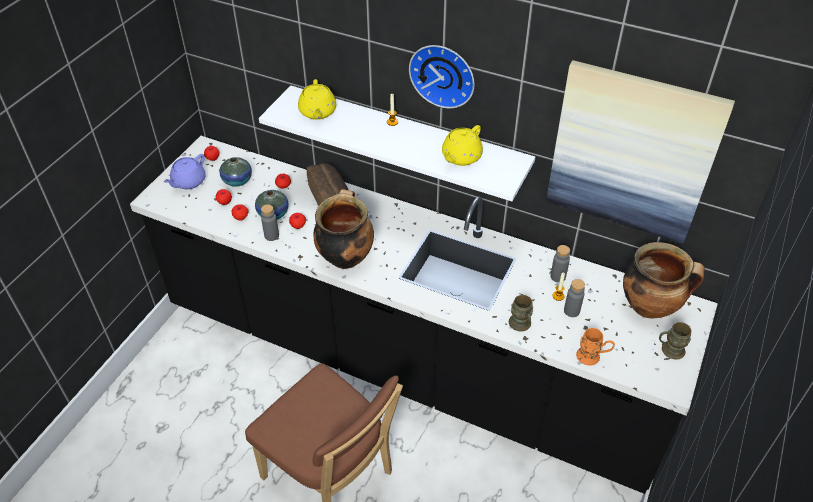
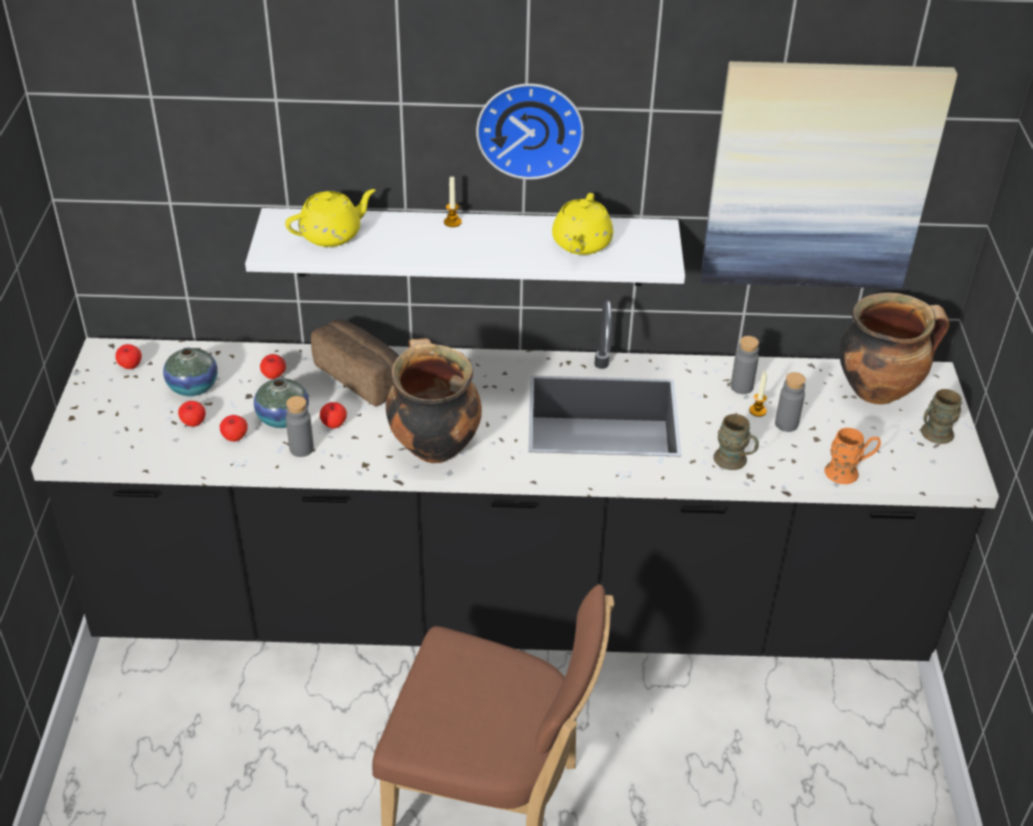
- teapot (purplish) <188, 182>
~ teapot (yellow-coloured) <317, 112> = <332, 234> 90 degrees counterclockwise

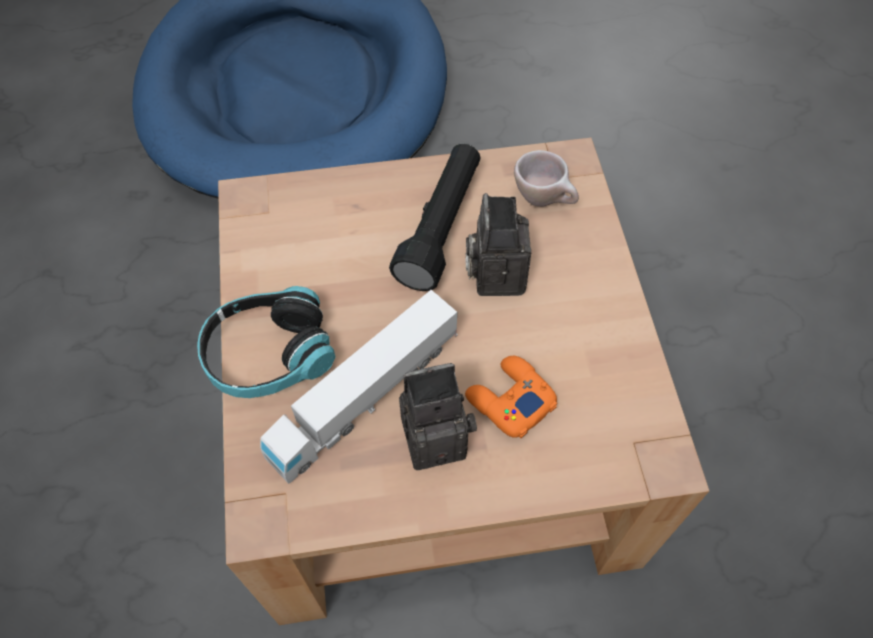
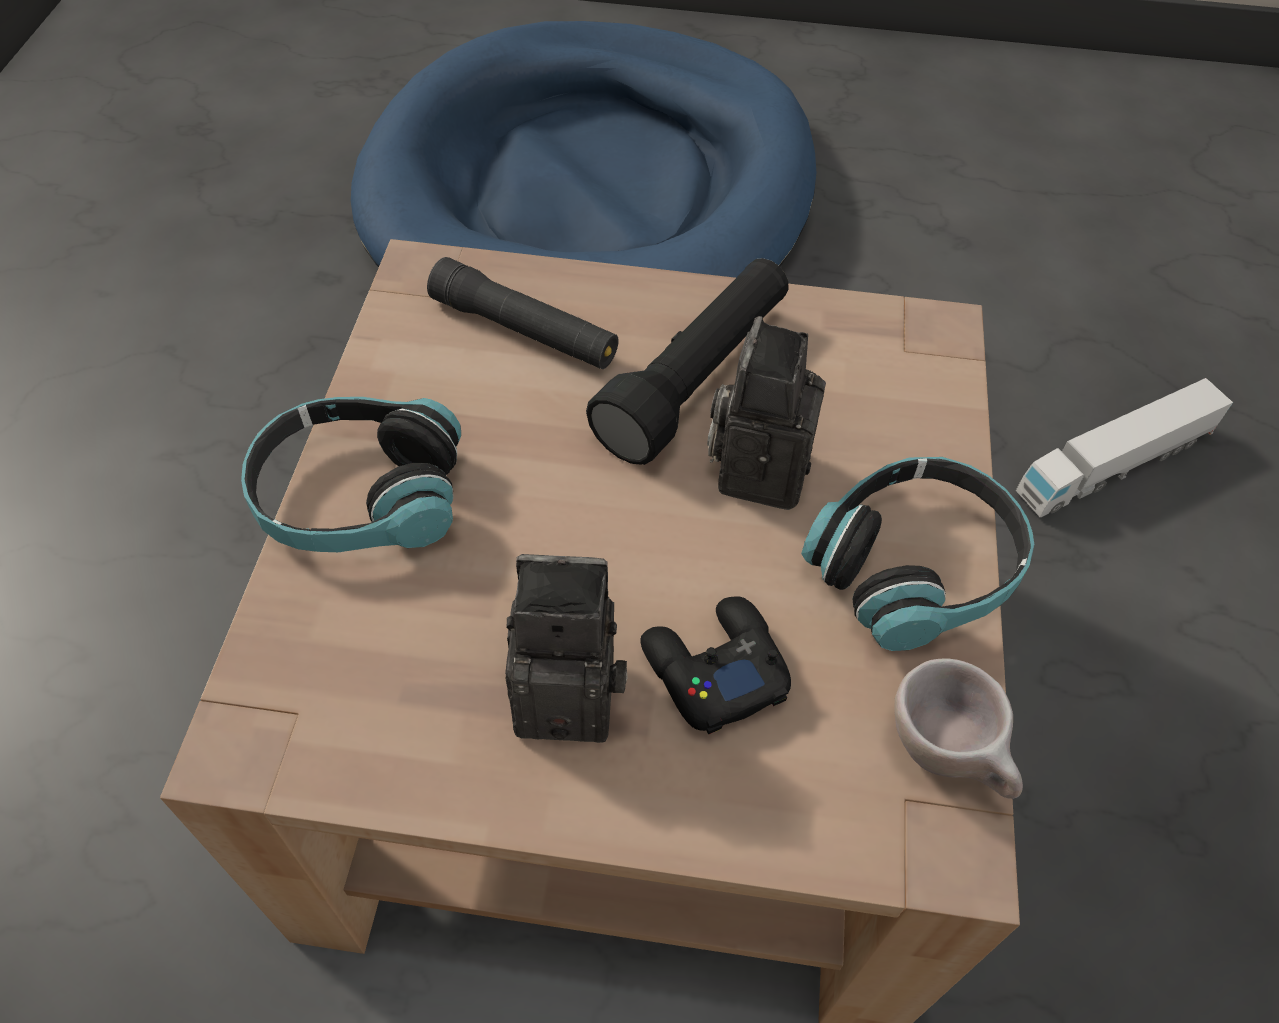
+ flashlight (blackish) <524, 330>
+ headset <913, 568>
~ toy truck <365, 396> to <1113, 465>
~ cup (beige) <544, 200> to <948, 758>
~ gamepad (orangey) <509, 400> to gamepad (blackish) <713, 669>

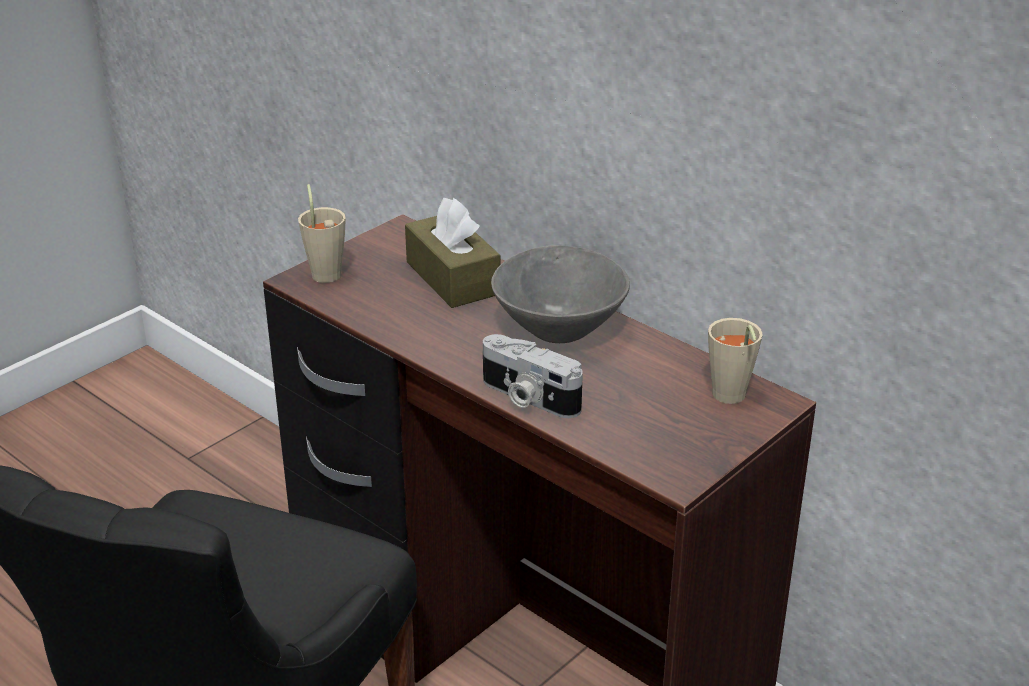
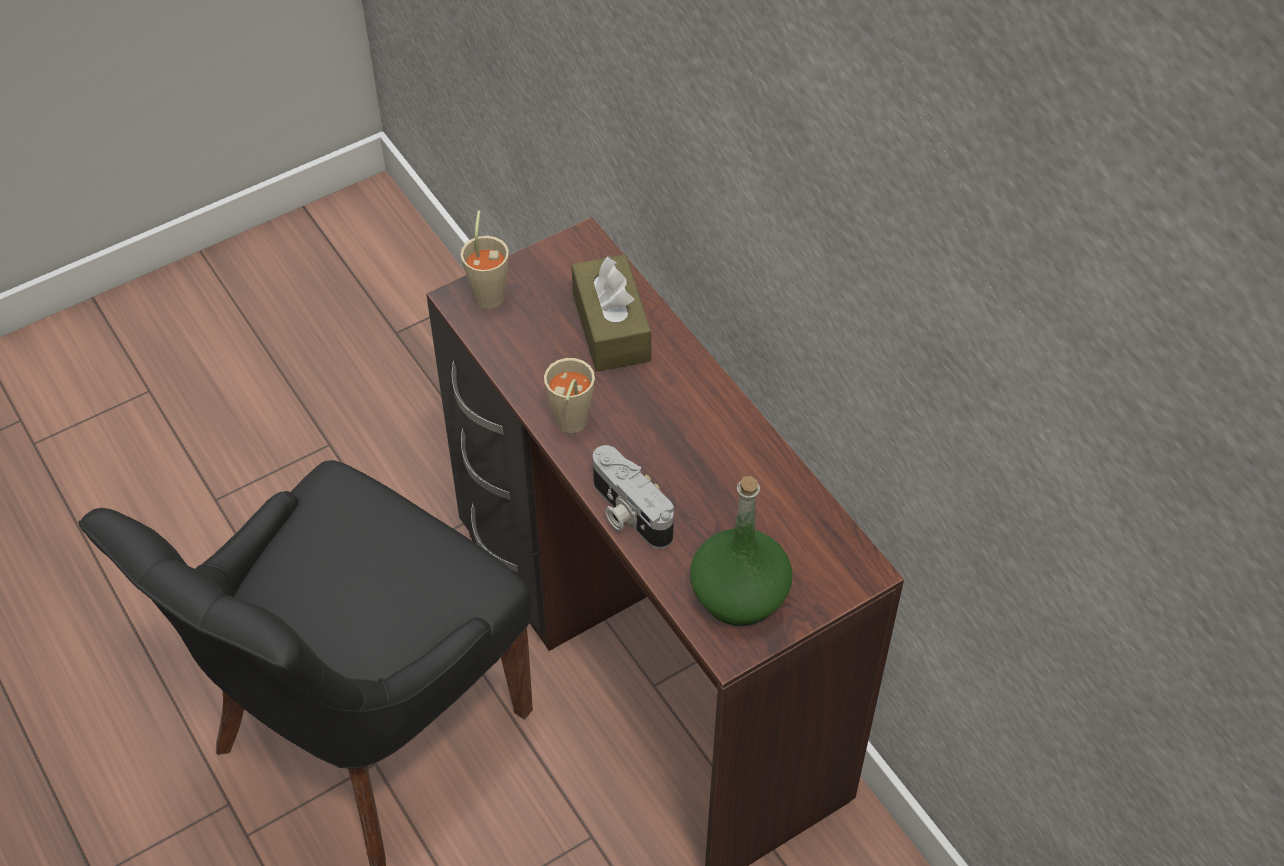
- serving bowl (gray) <560, 328>
+ drink bottle (green-coloured) <740, 594>
~ cup (beige) <730, 399> to <569, 426>

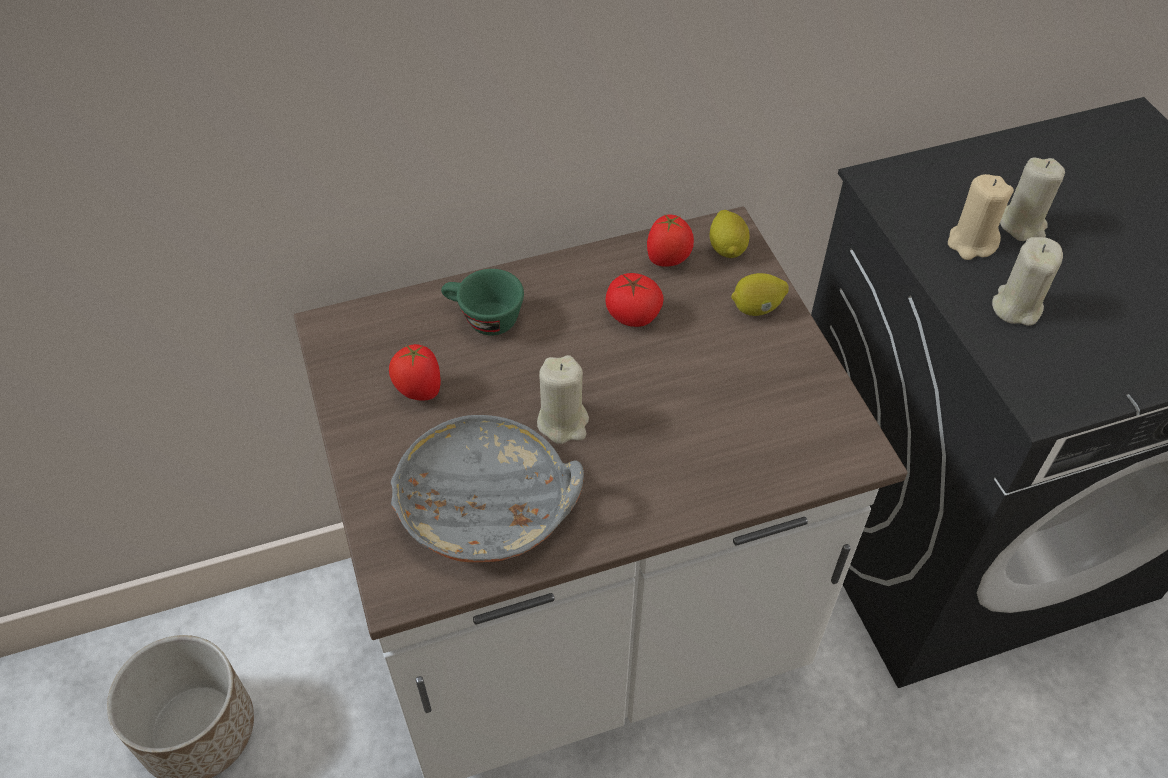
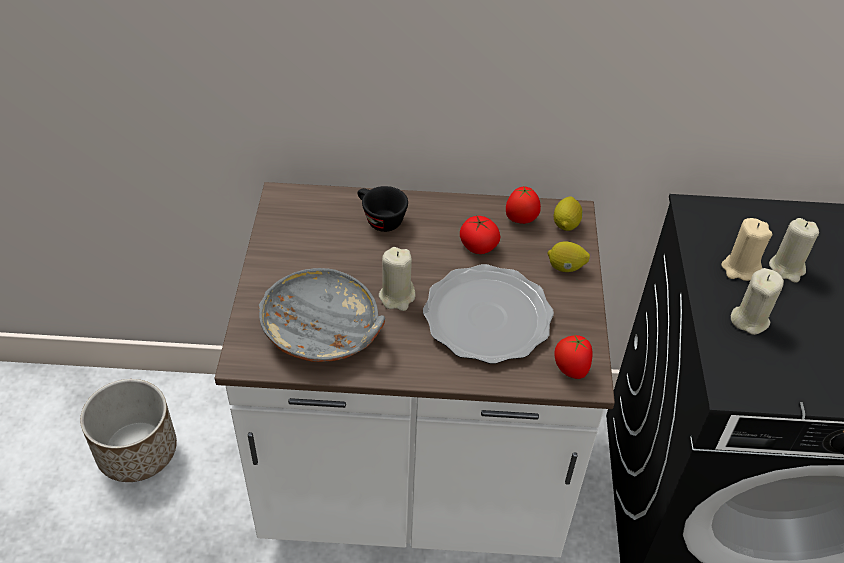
+ flat dish <487, 318>
~ tomato <418, 391> to <570, 370>
~ cup (green-coloured) <483, 318> to cup (blackish) <379, 219>

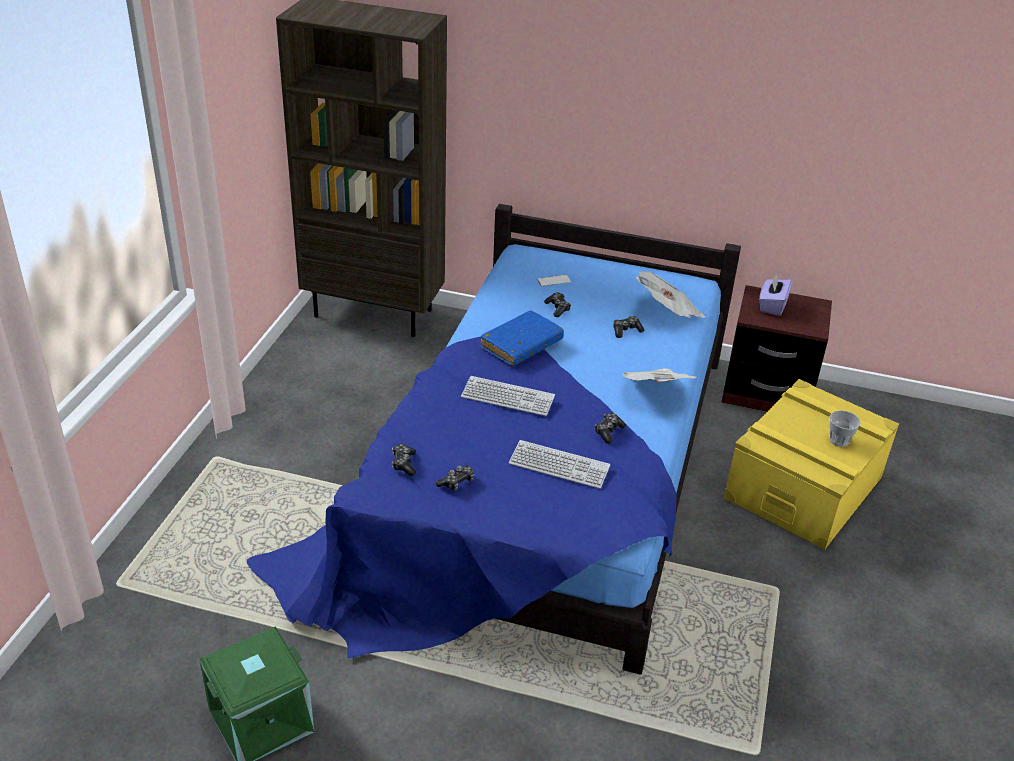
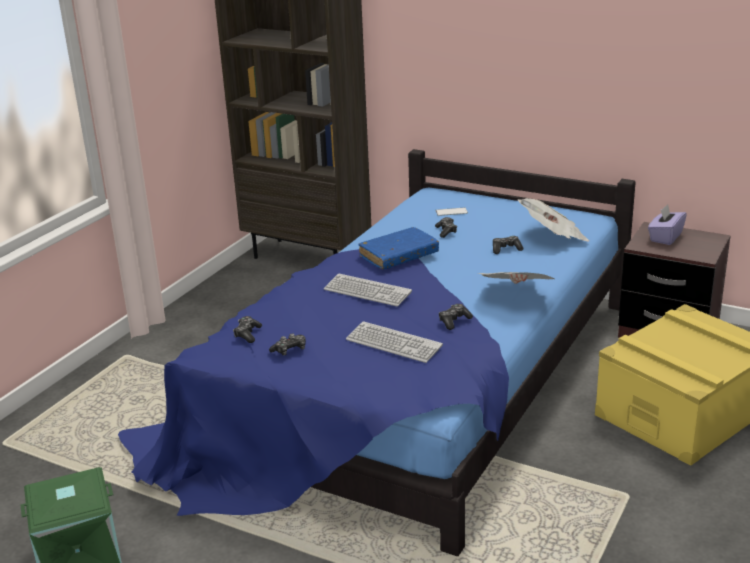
- cup <839, 440>

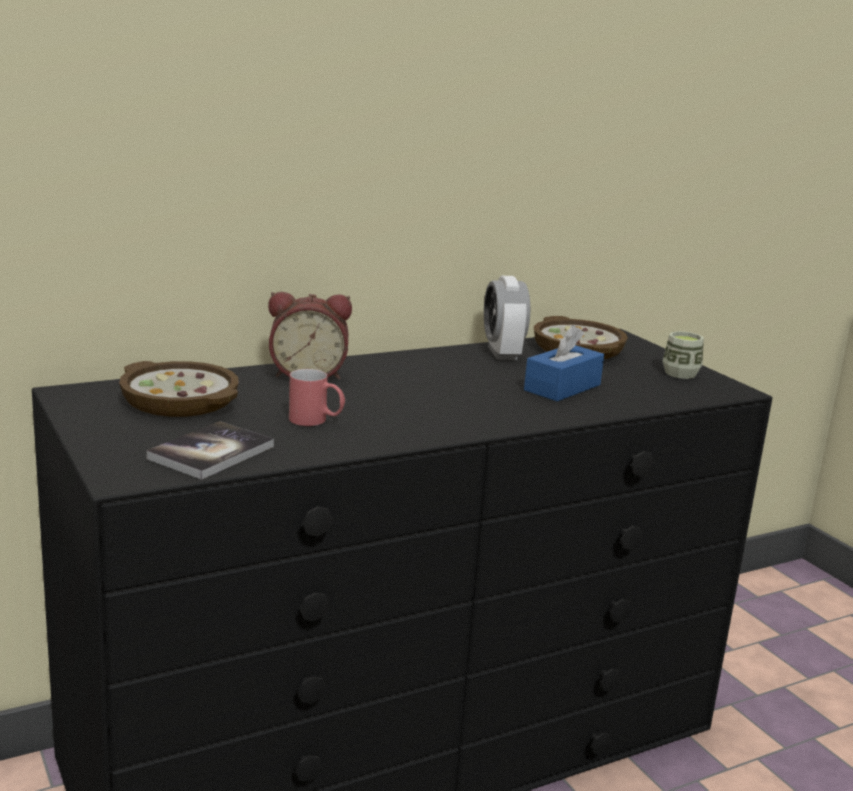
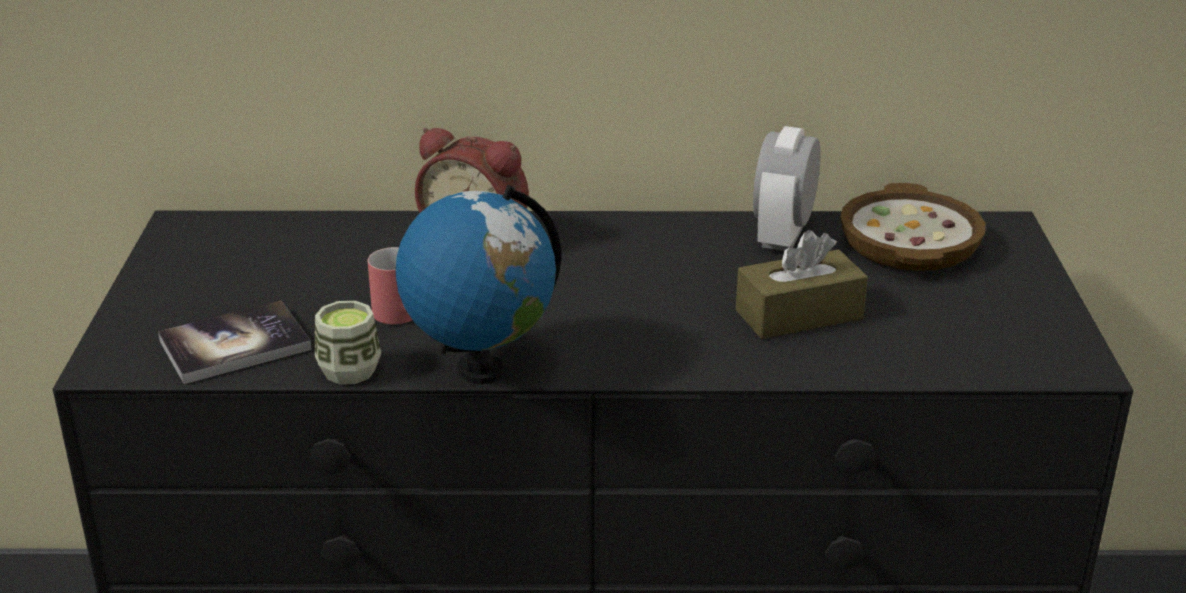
- serving bowl <180, 400>
+ globe <480, 370>
~ cup <680, 374> to <349, 371>
~ box of tissues (bluish) <562, 387> to box of tissues (brown-coloured) <799, 315>

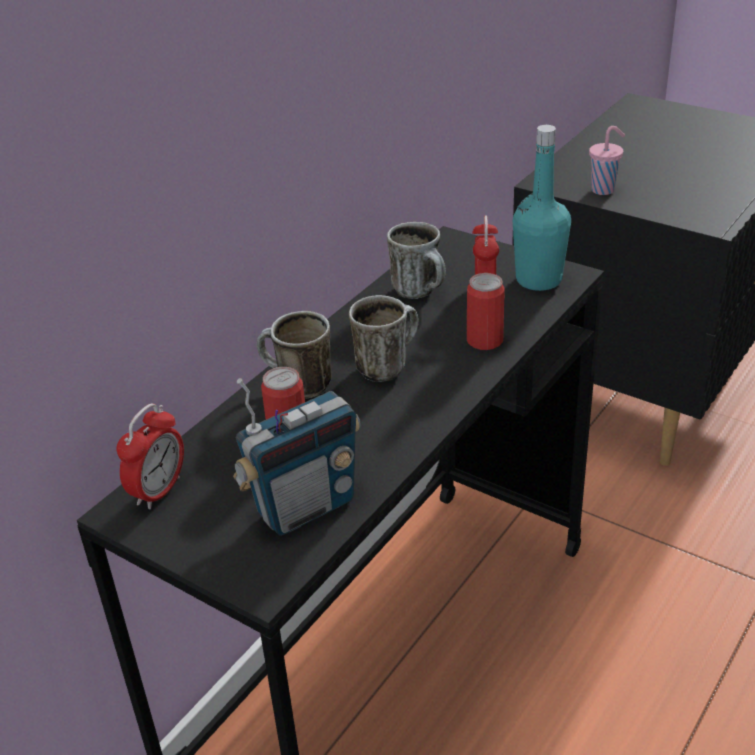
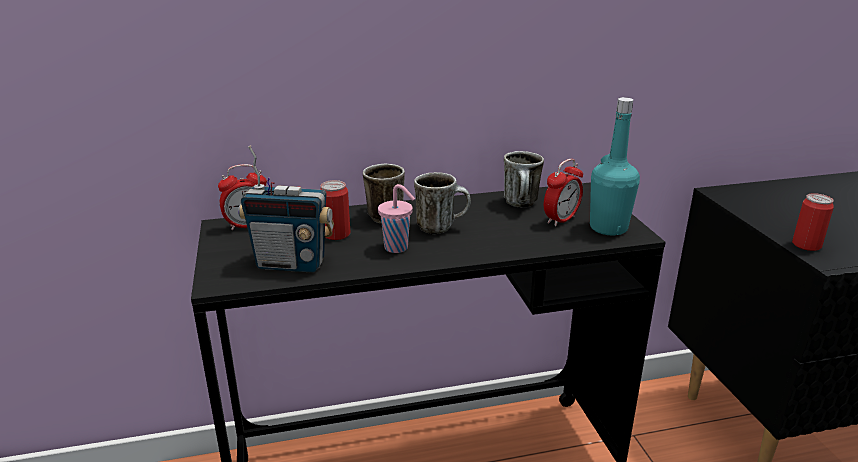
~ can <485, 340> to <806, 245>
~ cup (pinkish) <604, 190> to <397, 248>

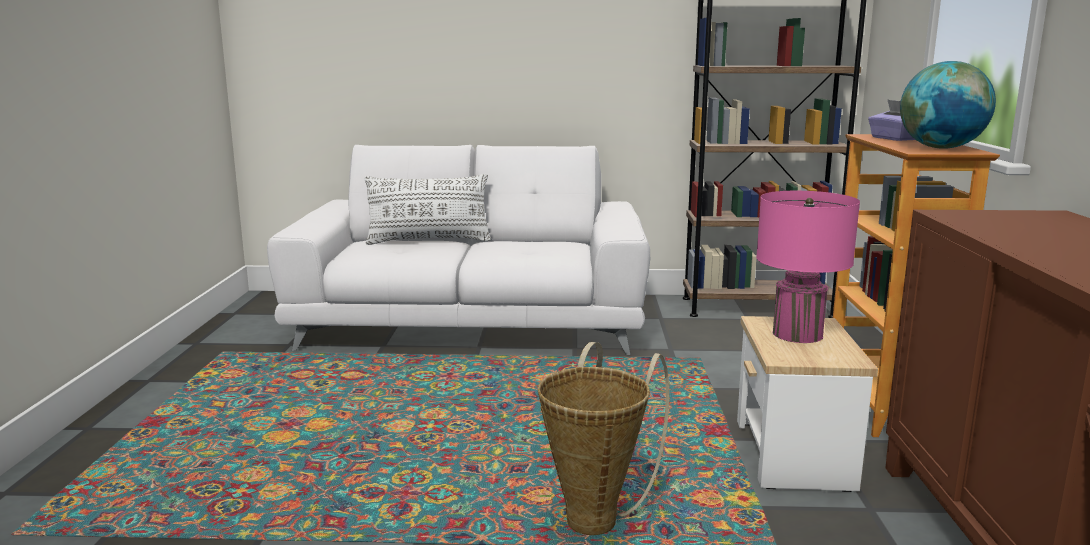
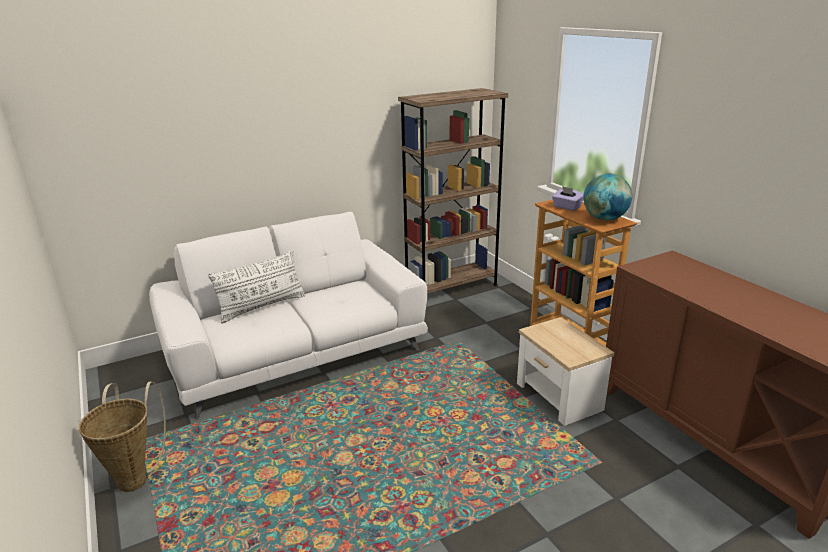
- tabletop lamp (pinkish) <797, 334>
~ basket <597, 517> to <135, 477>

